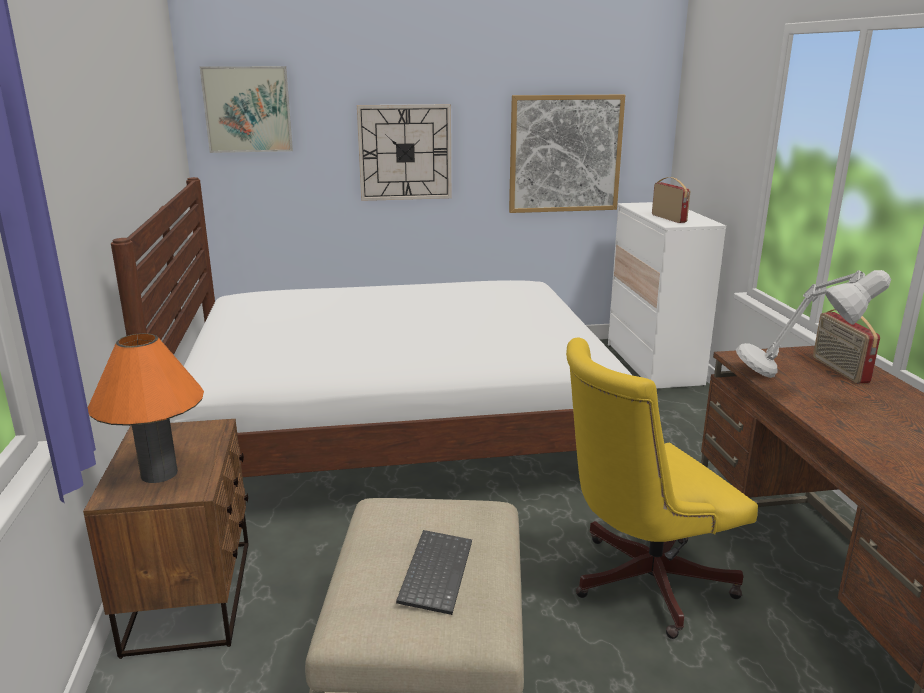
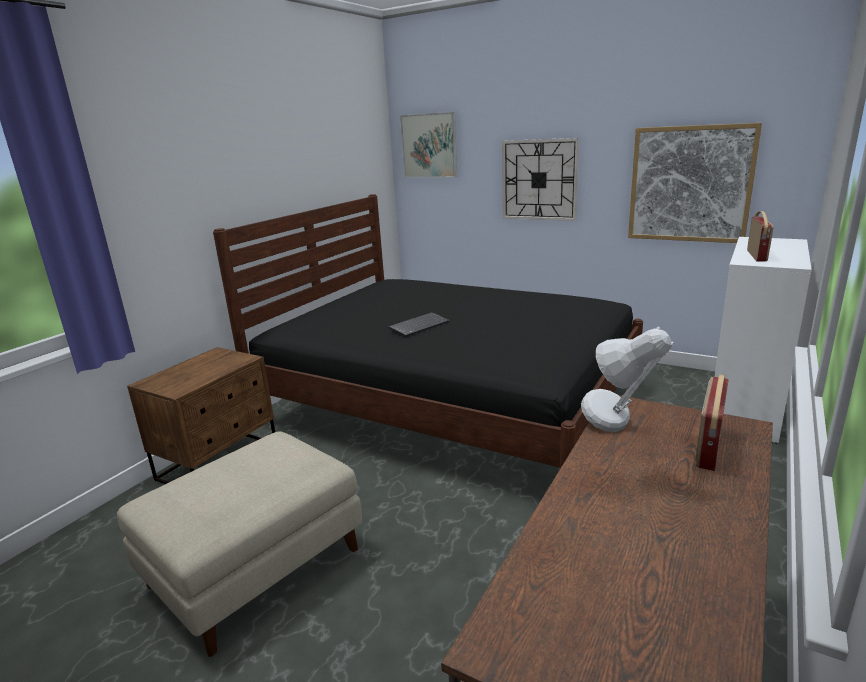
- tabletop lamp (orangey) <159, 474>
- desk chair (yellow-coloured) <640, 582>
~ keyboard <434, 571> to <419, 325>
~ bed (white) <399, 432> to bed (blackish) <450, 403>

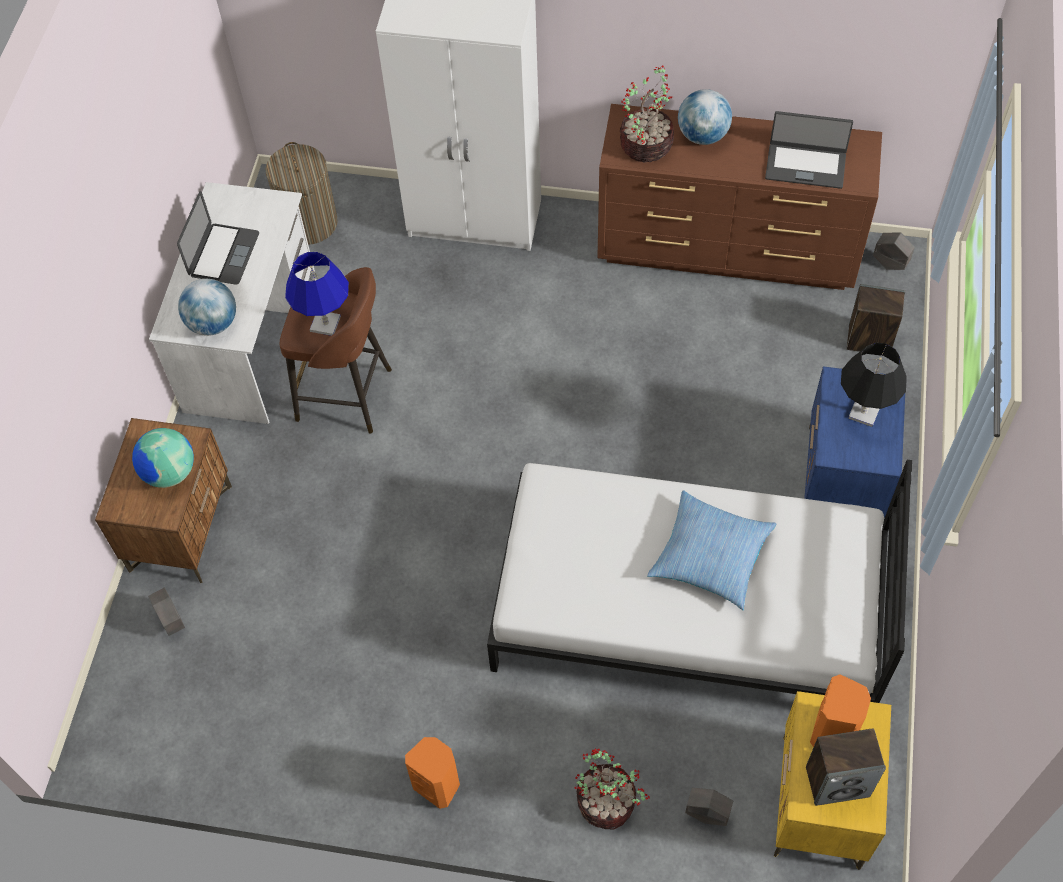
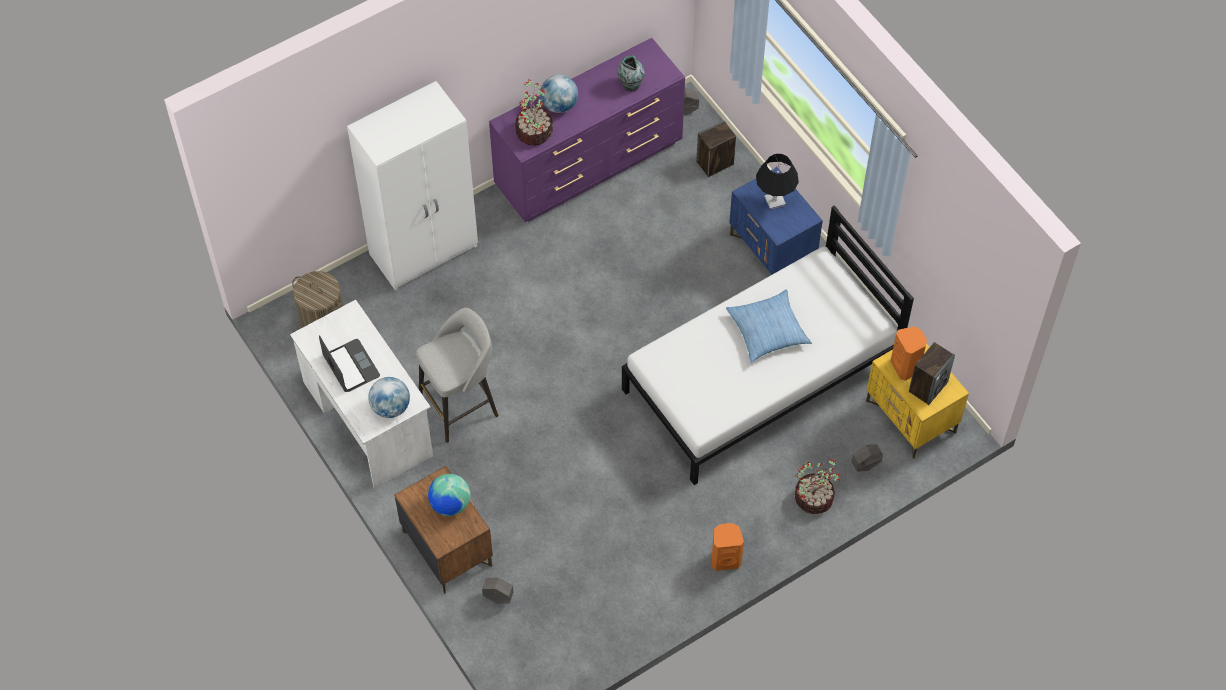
- tabletop lamp (bluish) <325, 324>
~ notebook computer <805, 165> to decorative vase <630, 84>
~ stool (brown-coloured) <347, 395> to stool (gray) <461, 406>
~ chest of drawers (brown-coloured) <728, 250> to chest of drawers (purplish) <590, 165>

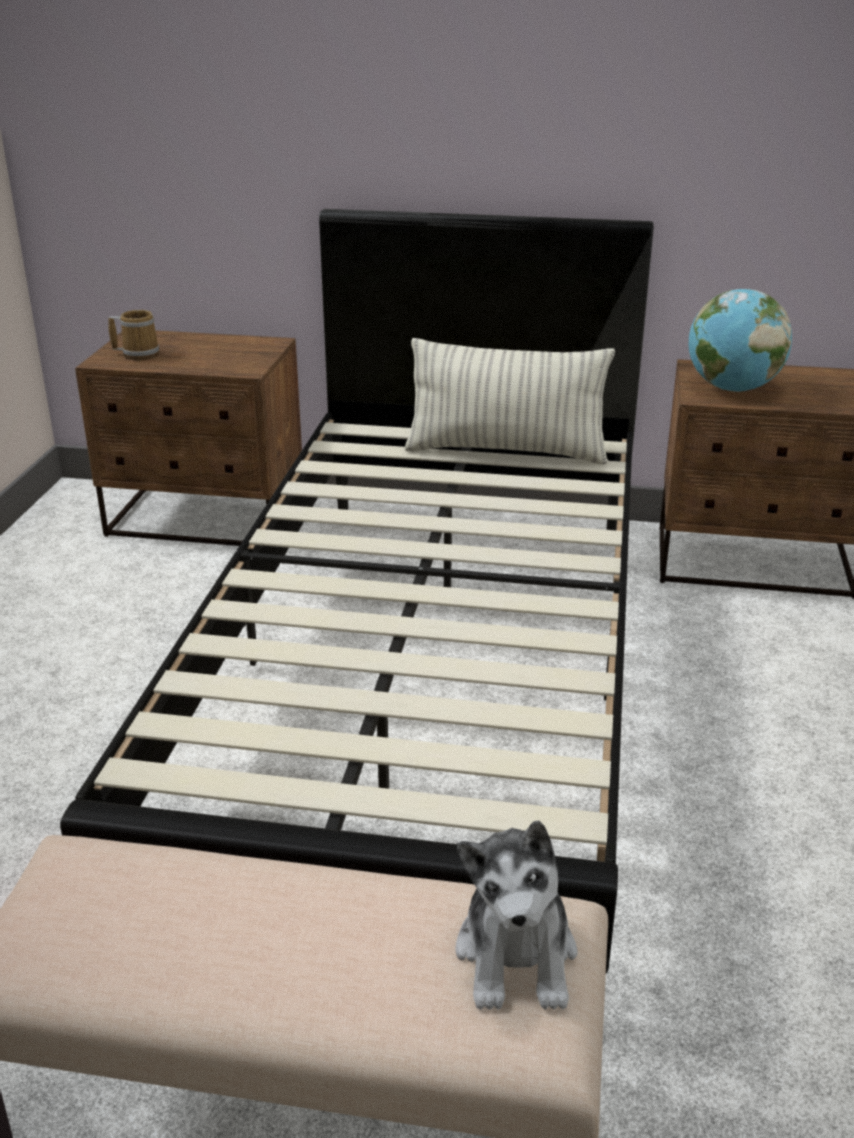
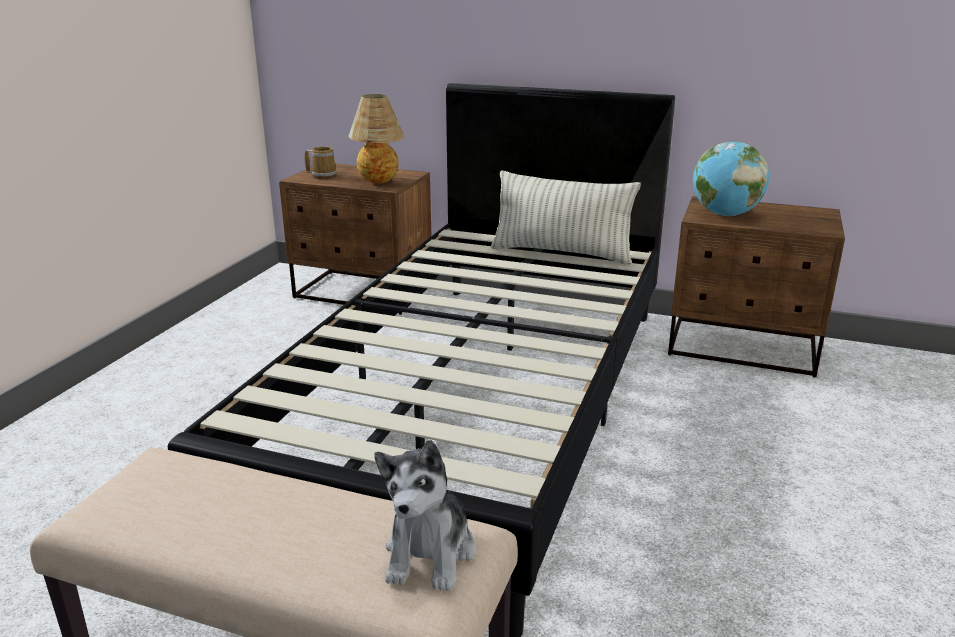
+ tabletop lamp <379, 183>

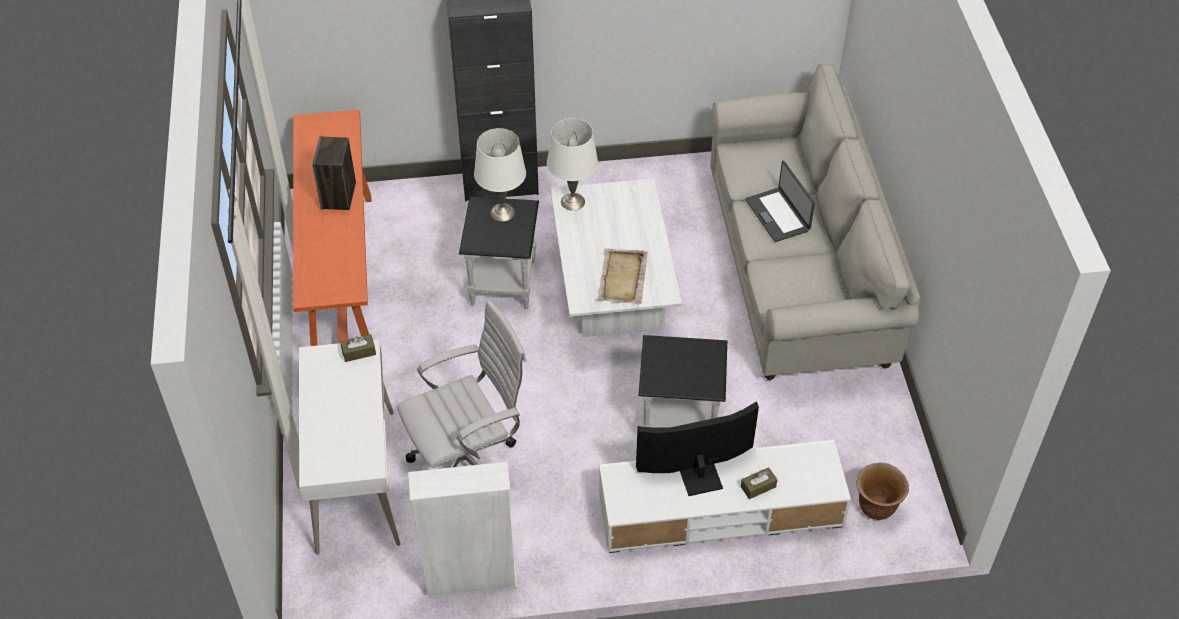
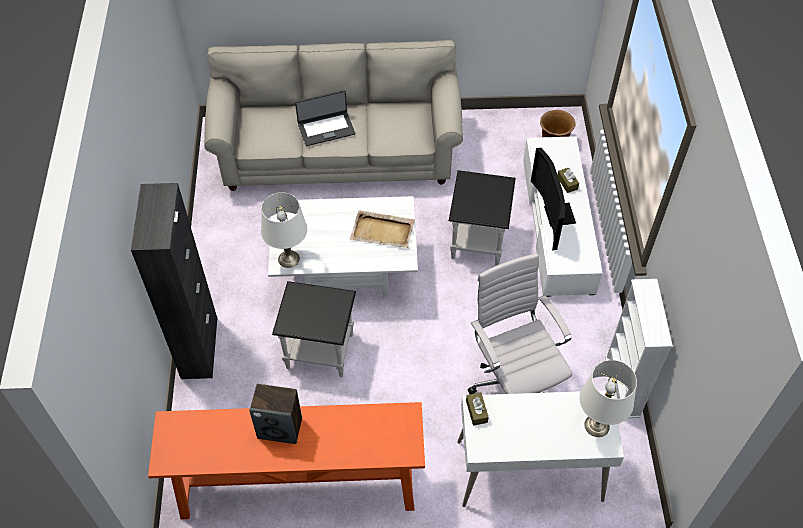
~ tabletop lamp (white) <502, 212> to <596, 425>

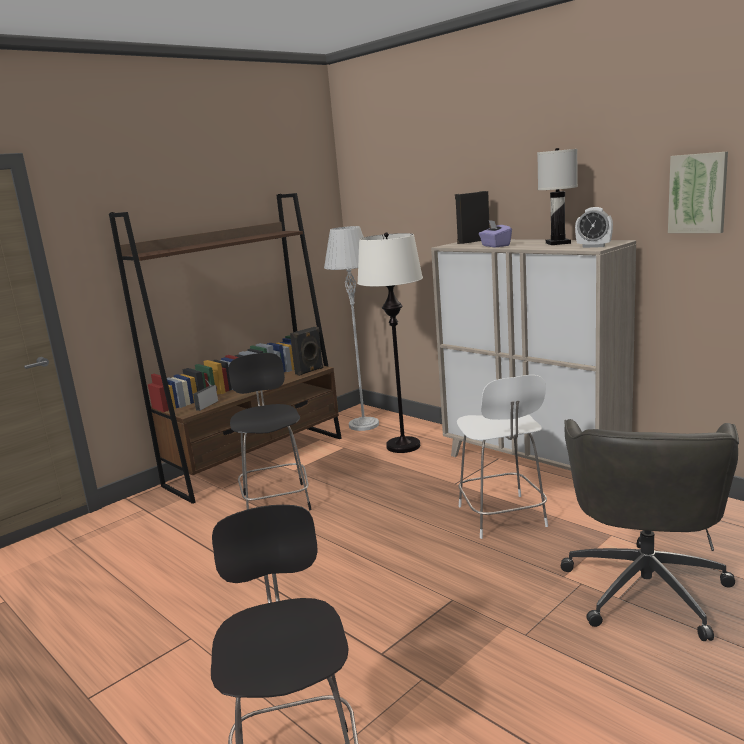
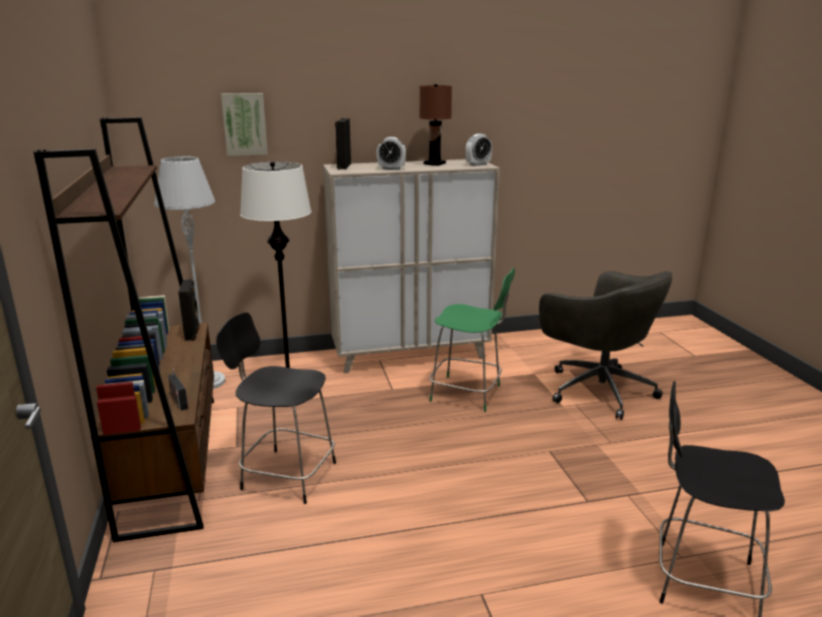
~ picture <698, 193> to <244, 124>
~ box of tissues (purplish) <495, 246> to table clock <391, 169>
~ upright chair (white) <502, 518> to upright chair (green-coloured) <468, 394>
~ tabletop lamp (white) <558, 243> to tabletop lamp (brown-coloured) <435, 163>

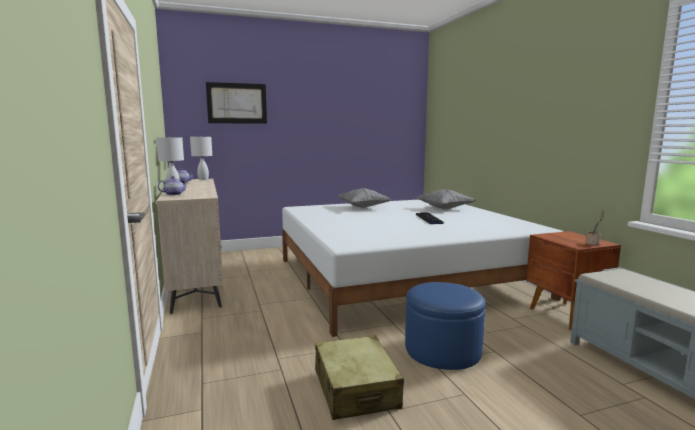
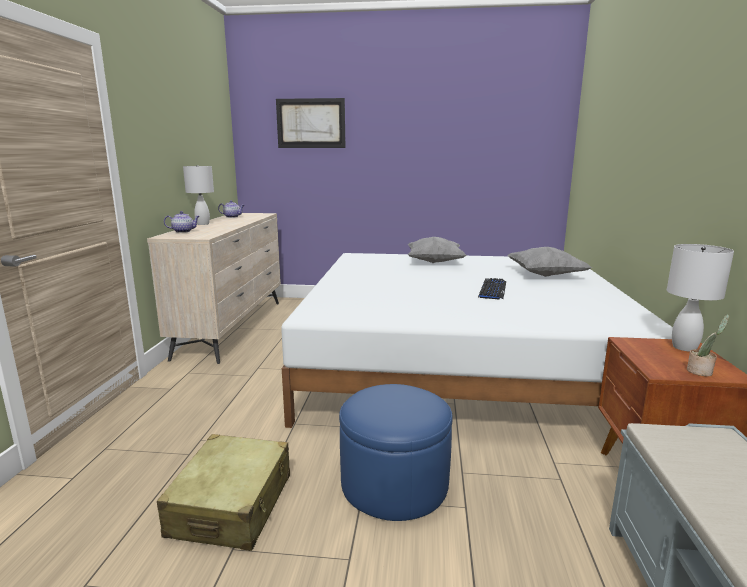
~ tabletop lamp (white) <203, 179> to <683, 347>

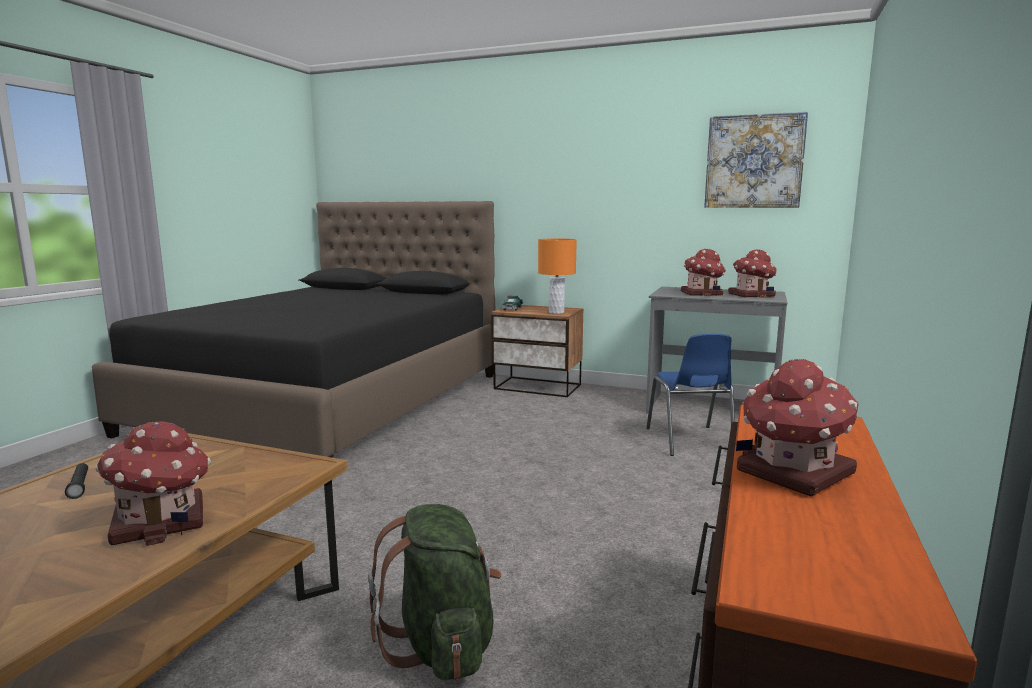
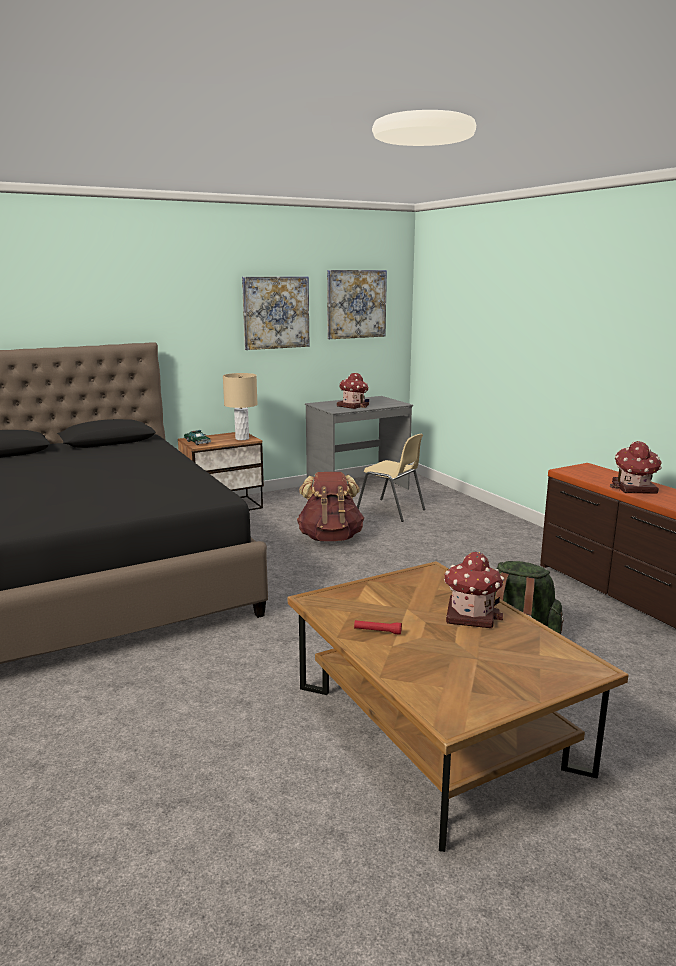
- model house <752, 295>
+ picture <276, 312>
+ knapsack (brown-coloured) <330, 538>
~ flashlight (blackish) <79, 486> to flashlight (red-coloured) <377, 631>
~ tabletop lamp (orangey) <556, 312> to tabletop lamp (beige) <242, 438>
~ upright chair (bluish) <689, 441> to upright chair (beige) <391, 511>

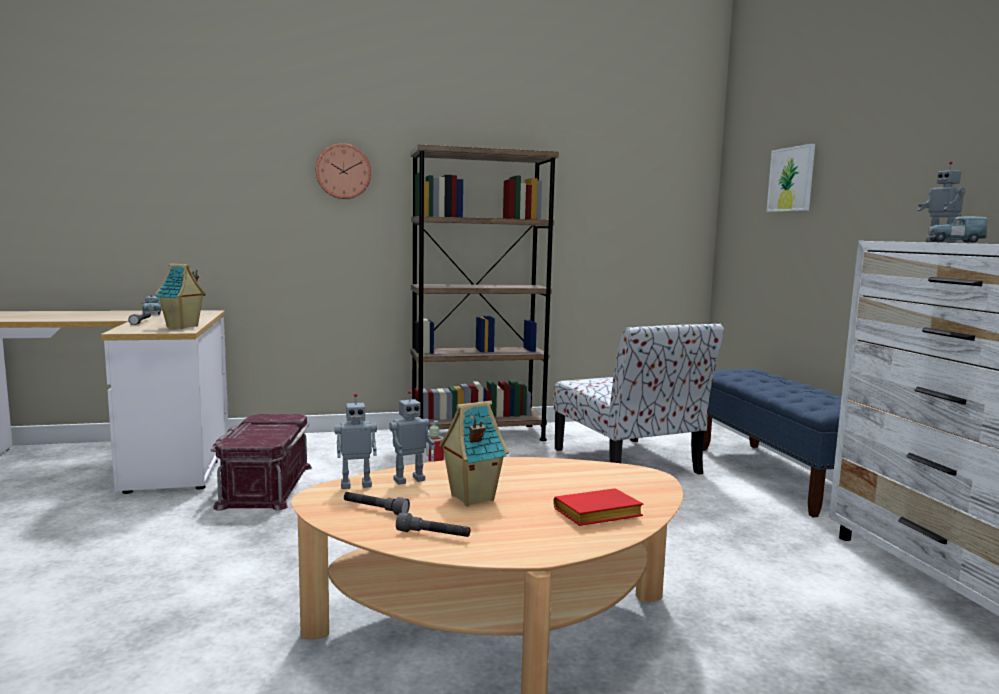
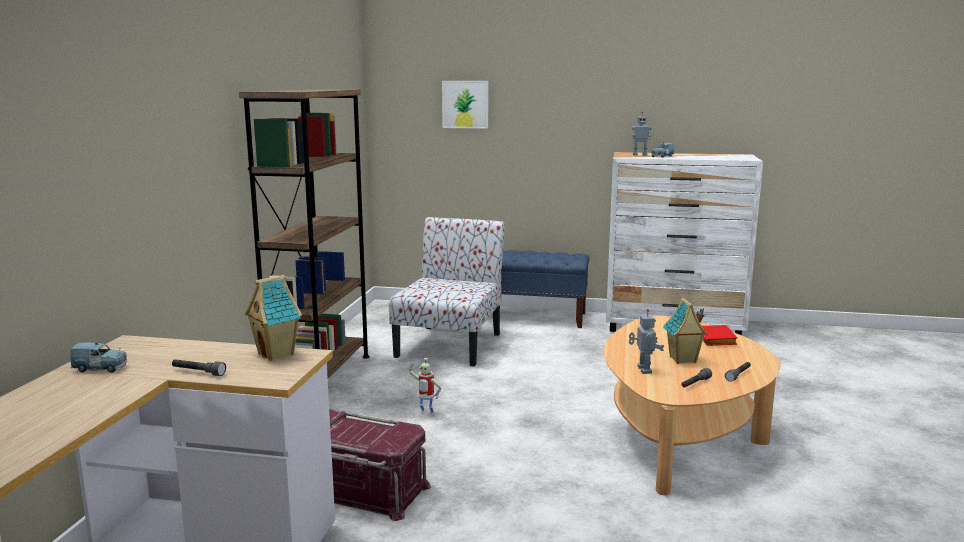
- wall clock <343, 171>
- model robot <356, 485>
~ upright chair <628, 462> = <450, 344> 75 degrees counterclockwise

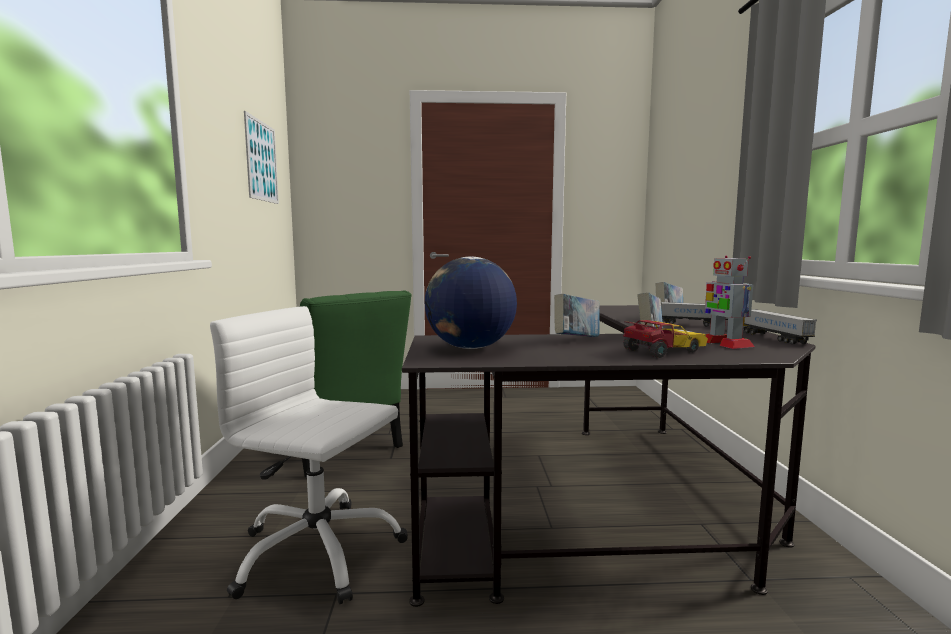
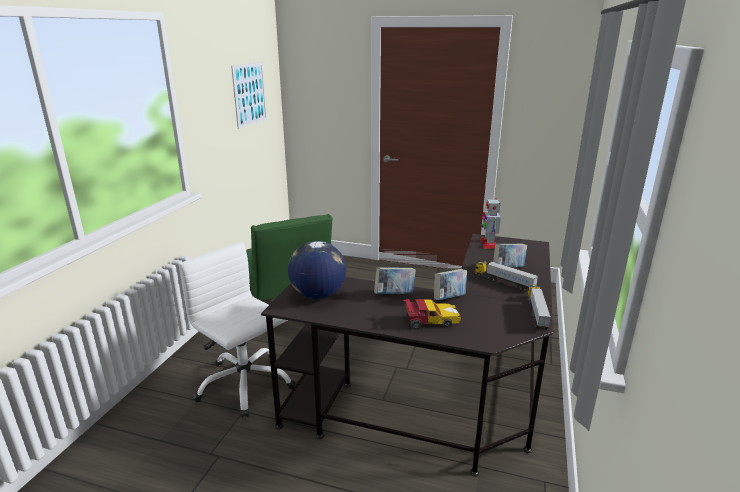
~ model robot <724, 343> to <489, 244>

